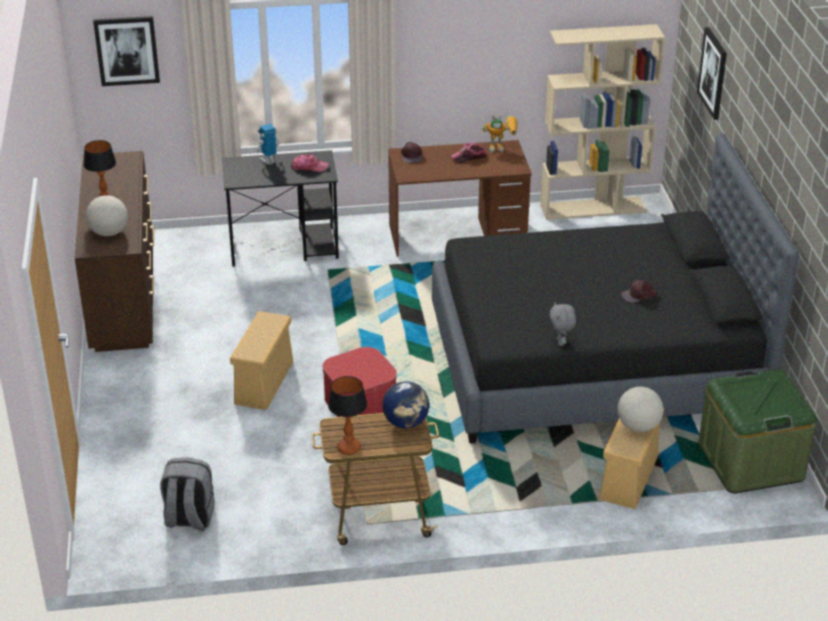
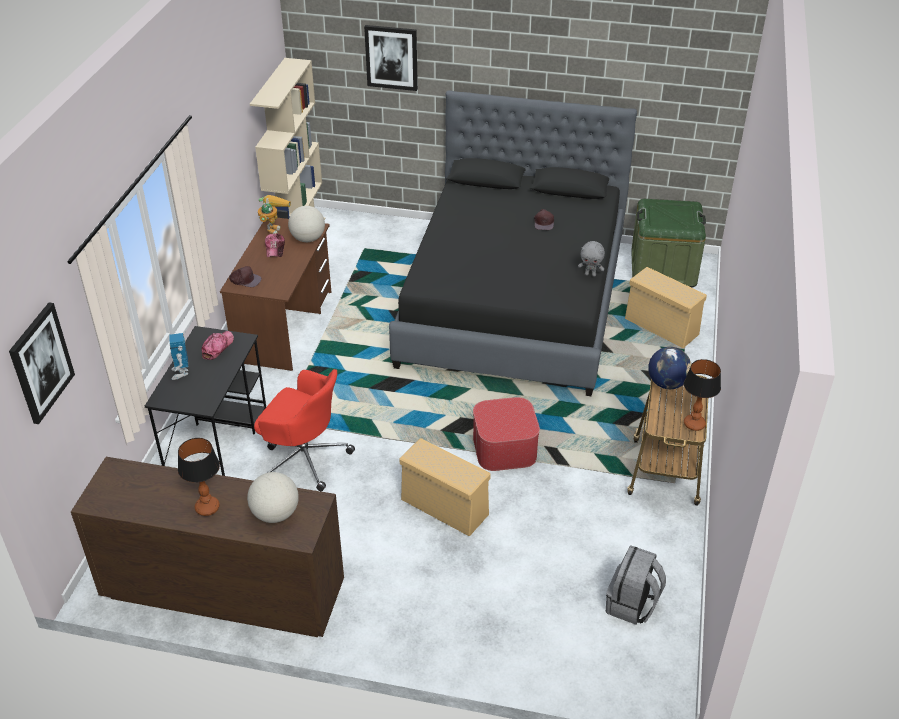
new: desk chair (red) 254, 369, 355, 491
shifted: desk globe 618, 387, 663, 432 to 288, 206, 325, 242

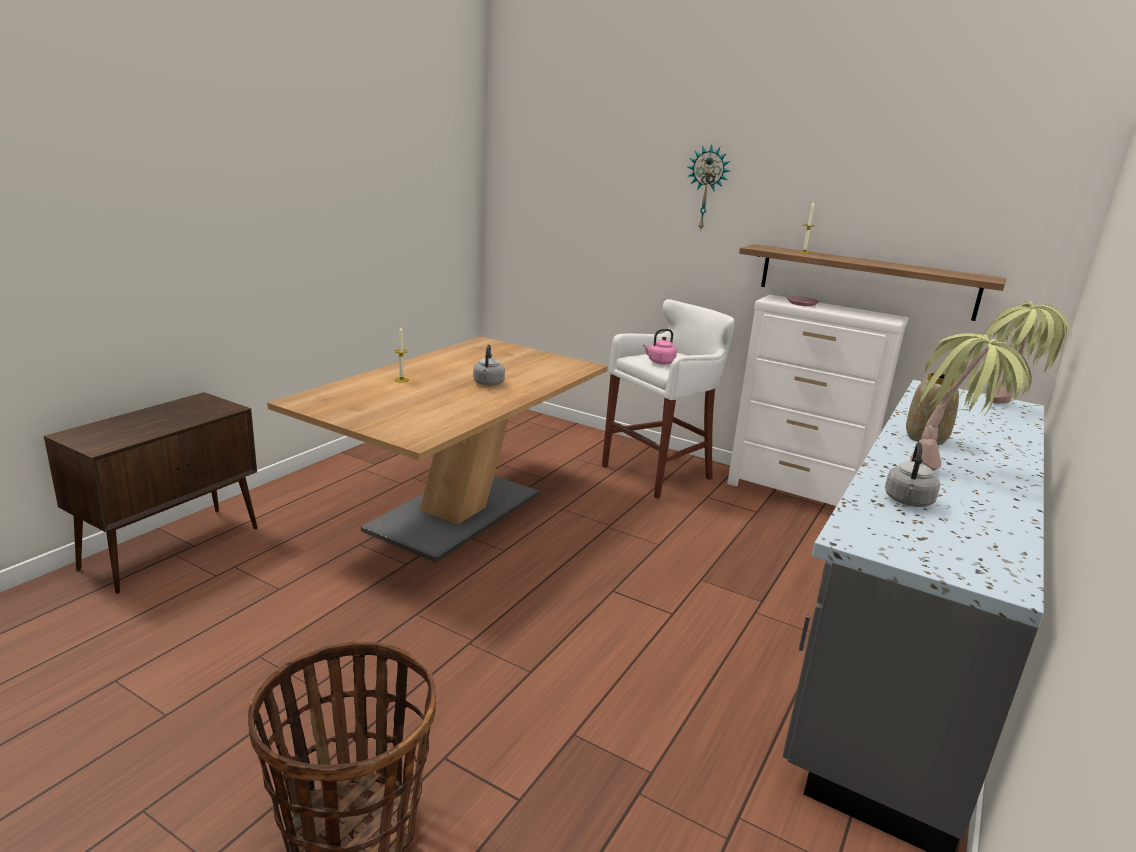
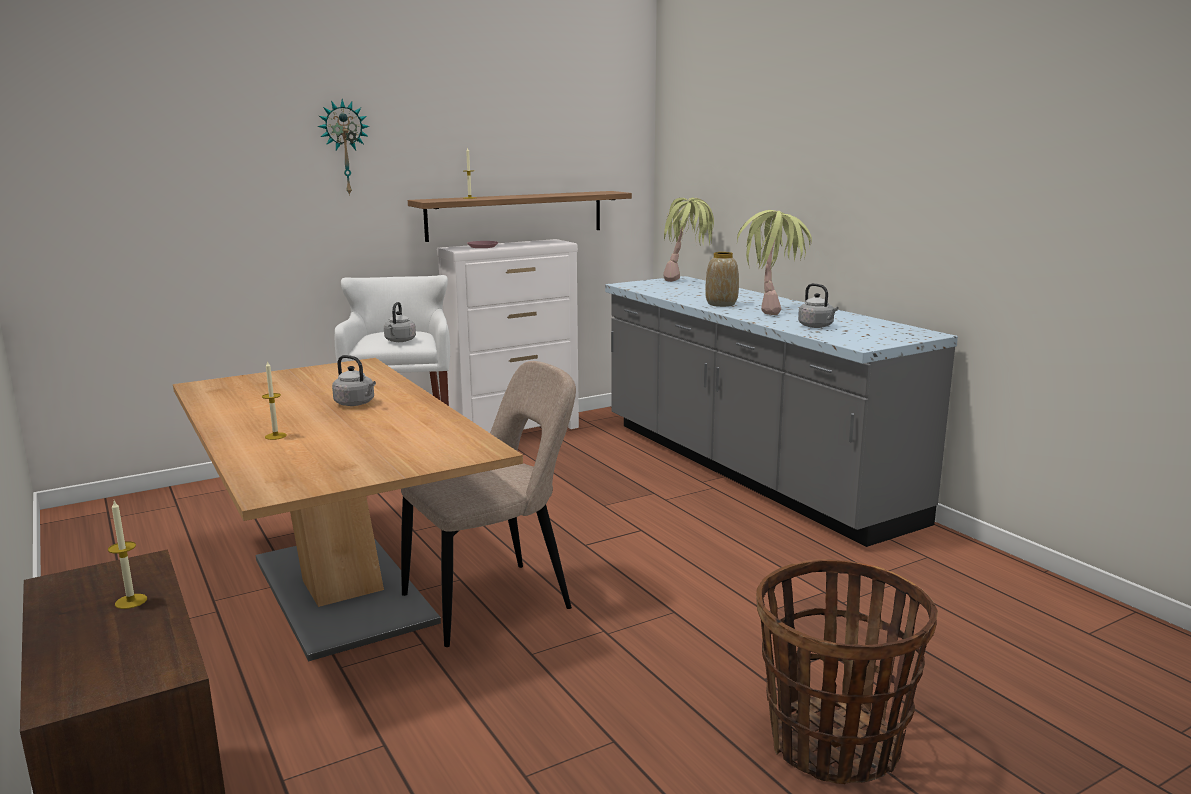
new: upright chair (beige-coloured) 401, 361, 576, 647; candle 108, 501, 147, 609
repainted: water kettle (pink) 643, 329, 677, 364 to water kettle (greyish) 384, 302, 416, 342

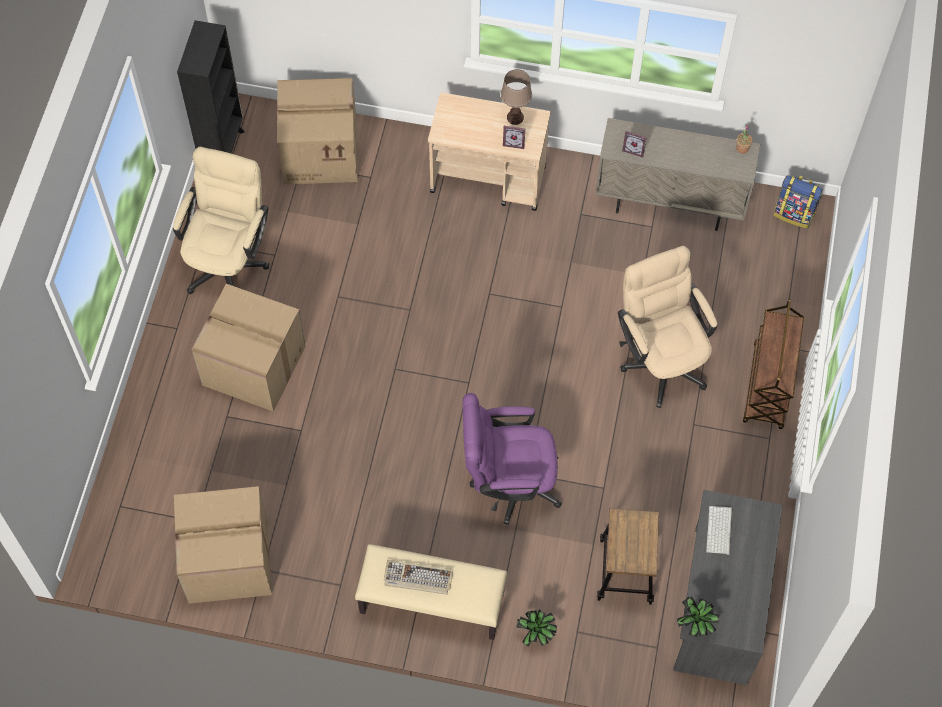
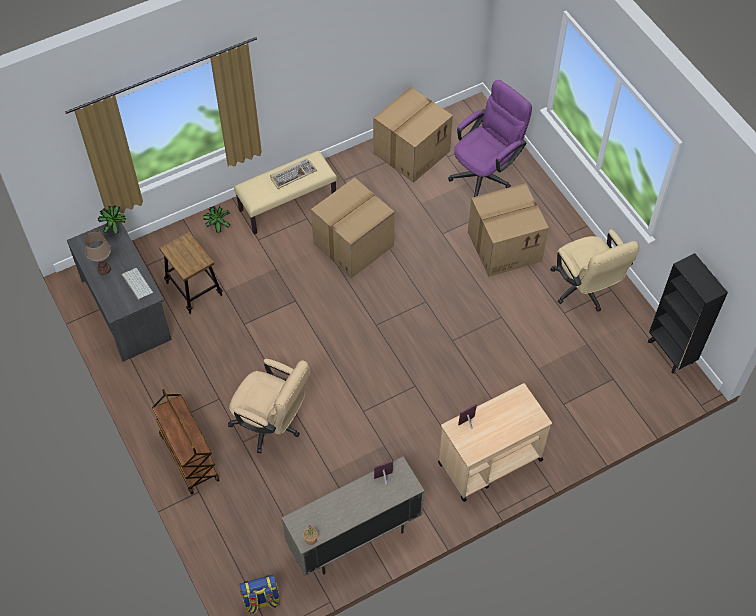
shifted: lamp for a table (brown) 501, 69, 532, 125 to 84, 231, 111, 275; carton 277, 78, 358, 184 to 311, 177, 395, 278; desk chair (purple-coloured) 463, 393, 562, 525 to 448, 80, 532, 197

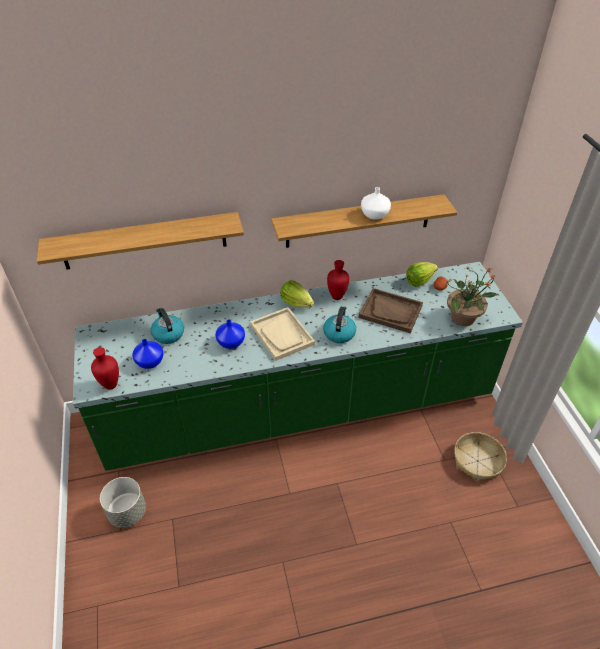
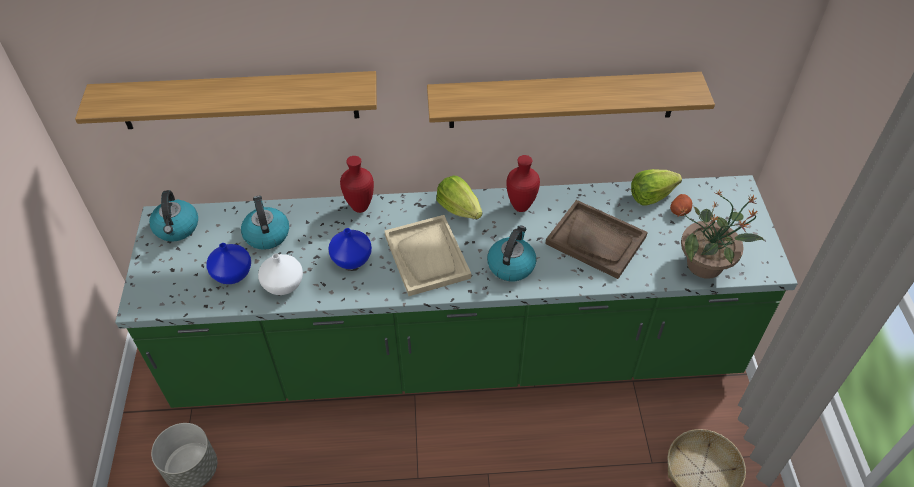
new: water kettle 149, 190, 198, 241
shifted: vase (white) 361, 187, 391, 220 to 258, 253, 303, 295; vase (red) 91, 347, 119, 390 to 340, 156, 374, 213

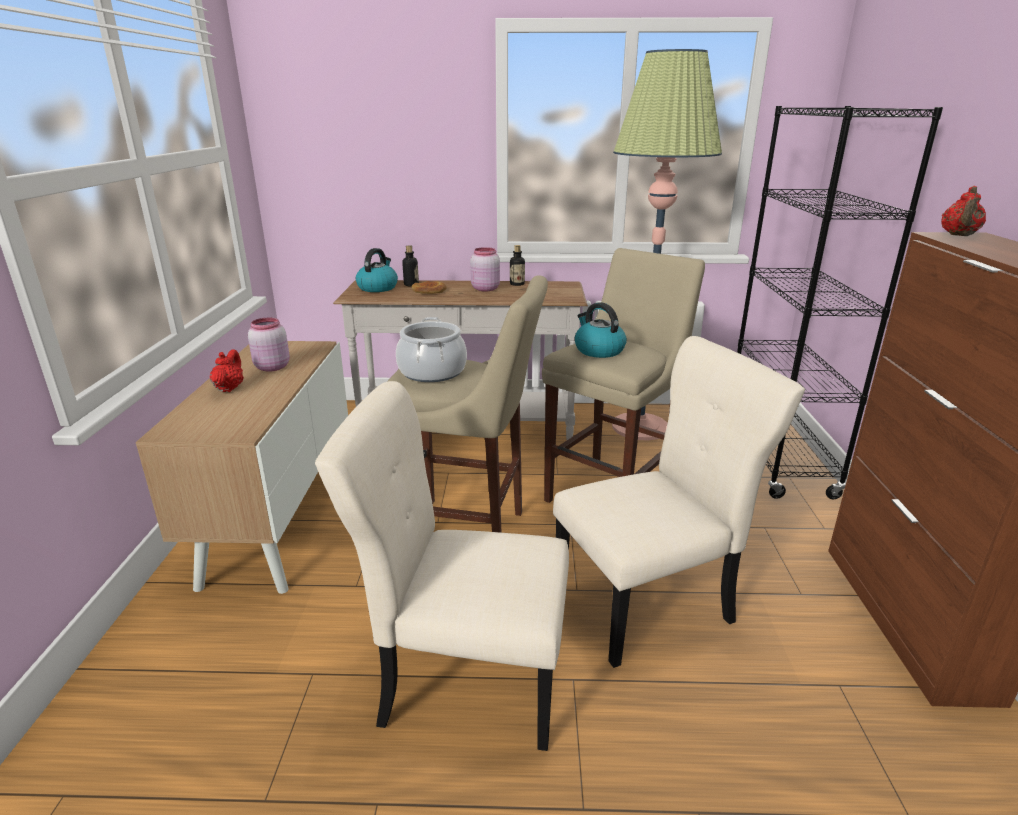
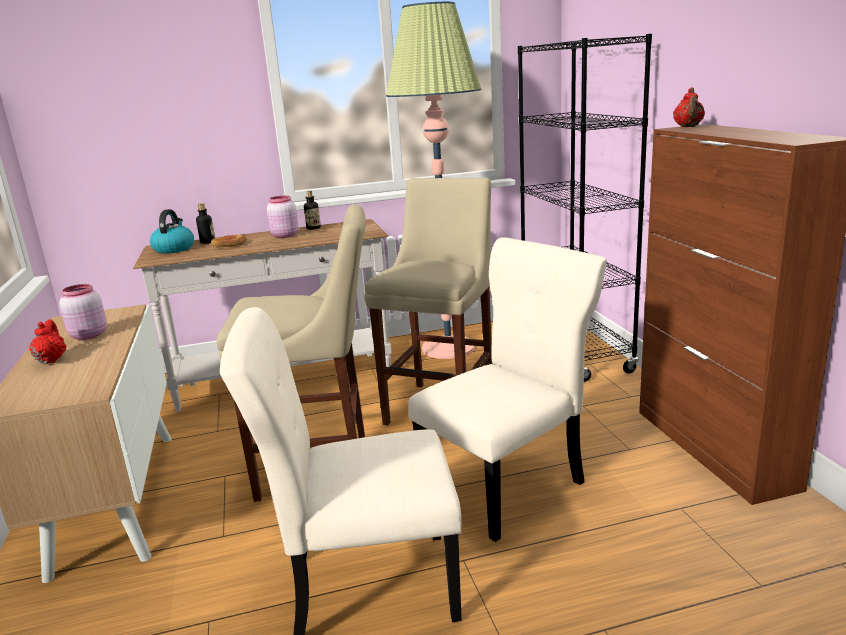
gone: water kettle 575, 302, 627, 358; stockpot 396, 317, 467, 382

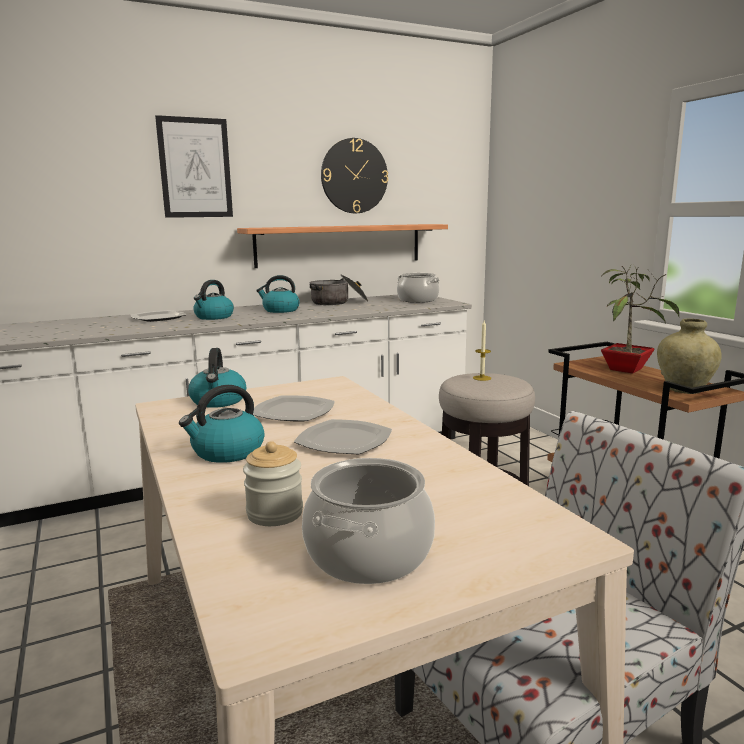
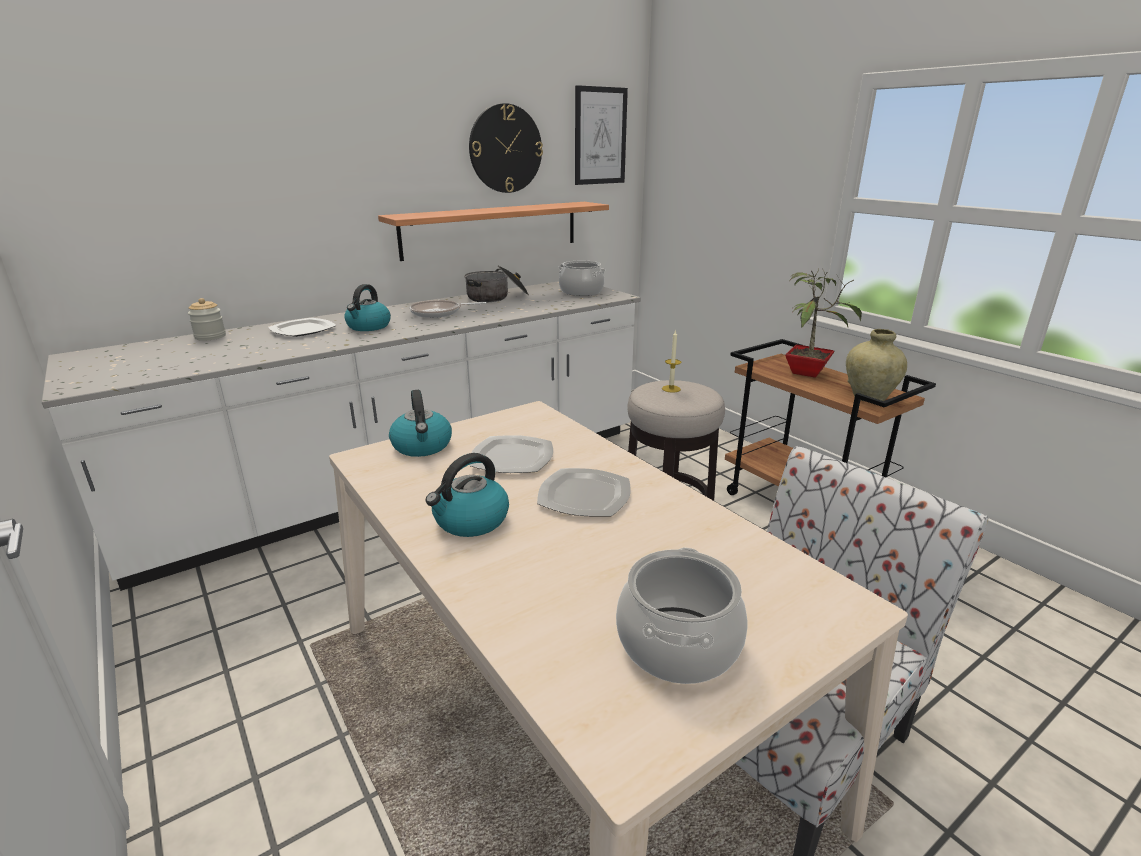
shifted: picture 155, 115, 233, 218 to 575, 85, 628, 185; jar 243, 441, 303, 526 to 188, 298, 226, 341
swapped: water kettle 256, 275, 300, 313 to pan 409, 300, 486, 318

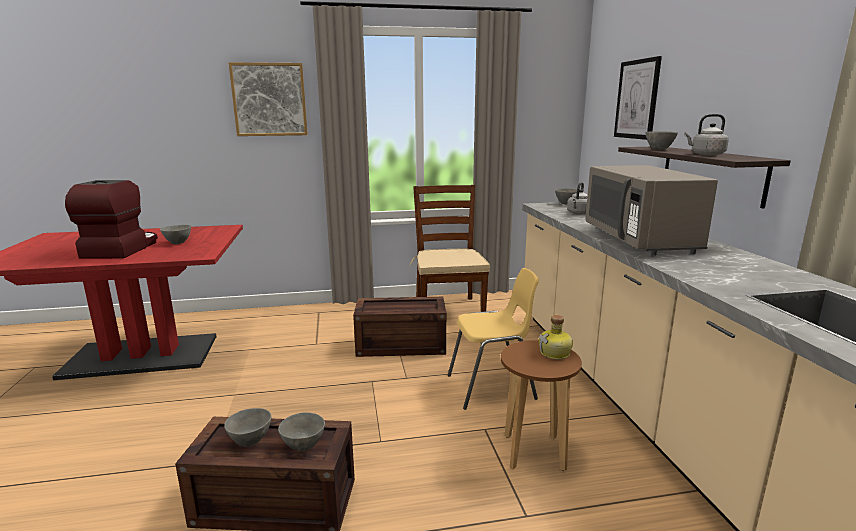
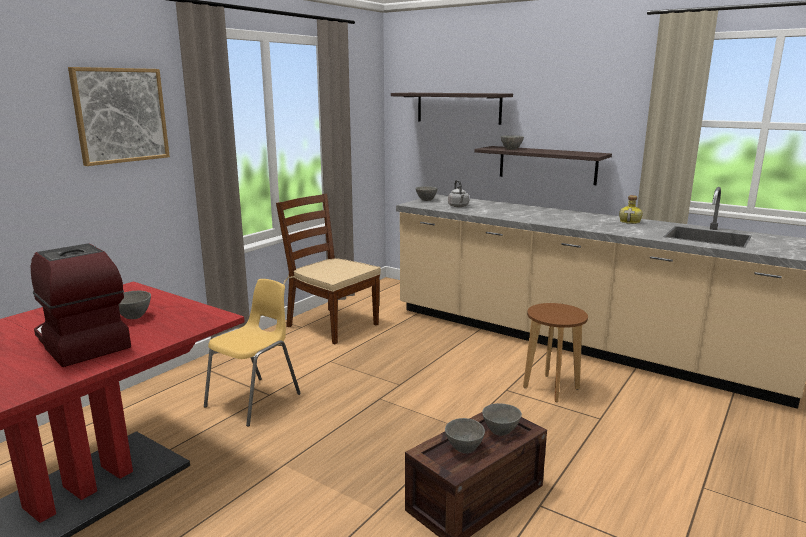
gone: water kettle (greyish) 684, 114, 729, 155; microwave oven (greyish) 585, 165, 718, 256; packing crate 353, 297, 446, 357
shifted: upright chair (yellow-coloured) 448, 268, 539, 410 to 204, 279, 301, 427; bottle 539, 315, 573, 359 to 619, 195, 643, 224
swapped: picture 614, 56, 662, 140 to bracket shelf 391, 93, 513, 125

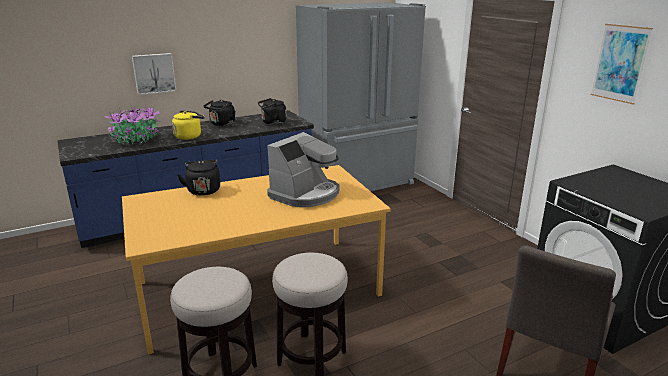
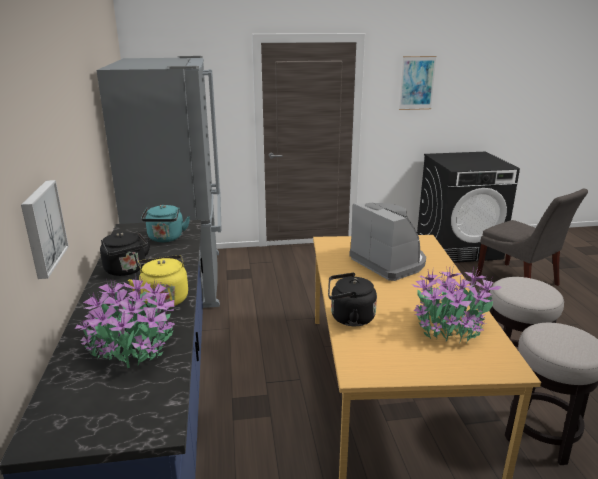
new: houseplant 412, 265, 501, 344
repainted: water kettle (black) 258, 98, 286, 125 to water kettle (turquoise) 141, 205, 190, 242

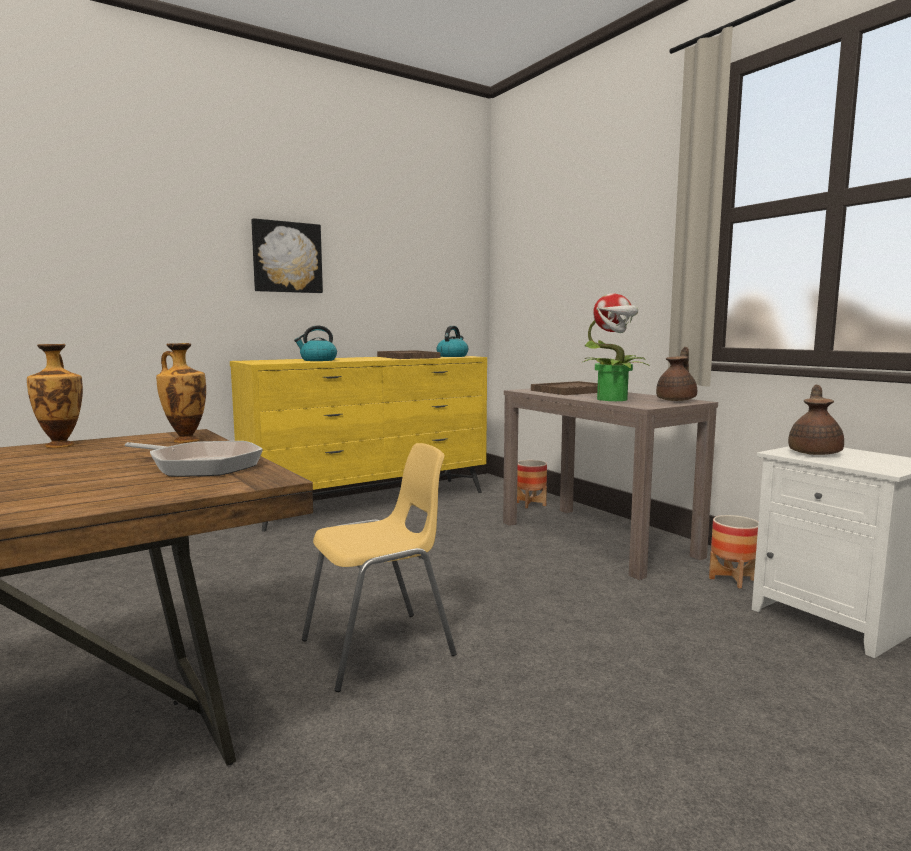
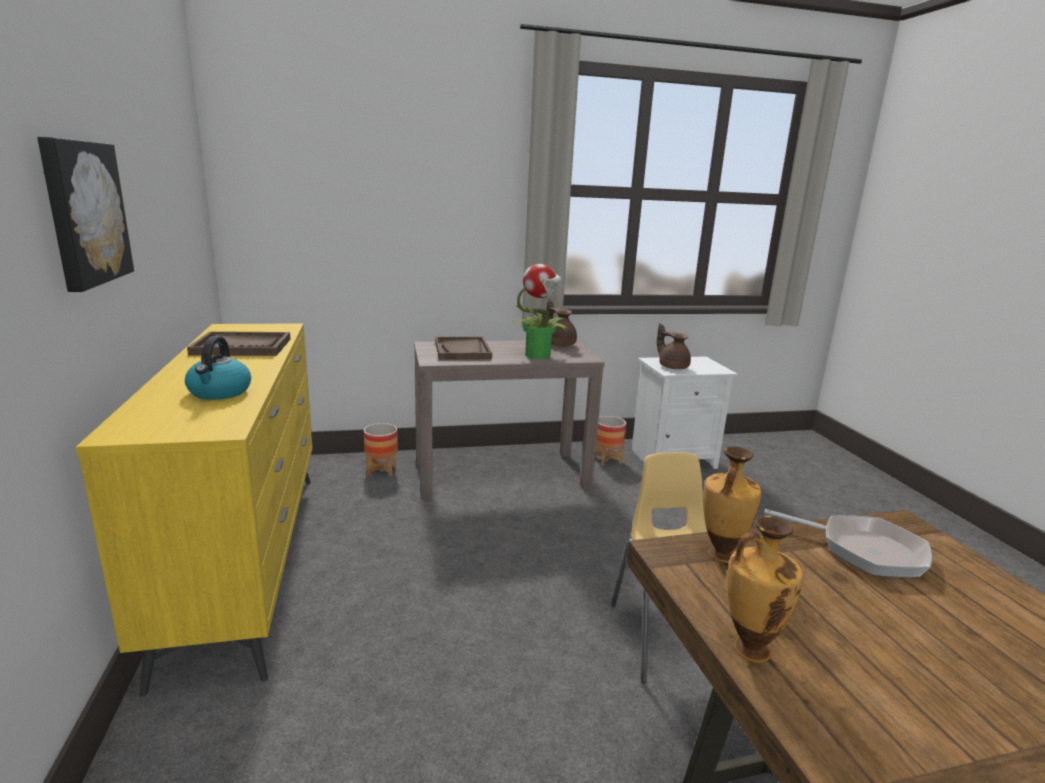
gone: water kettle 437, 326, 468, 357
rotated: pan 125, 441, 263, 477 = 764, 509, 932, 578 75 degrees clockwise

